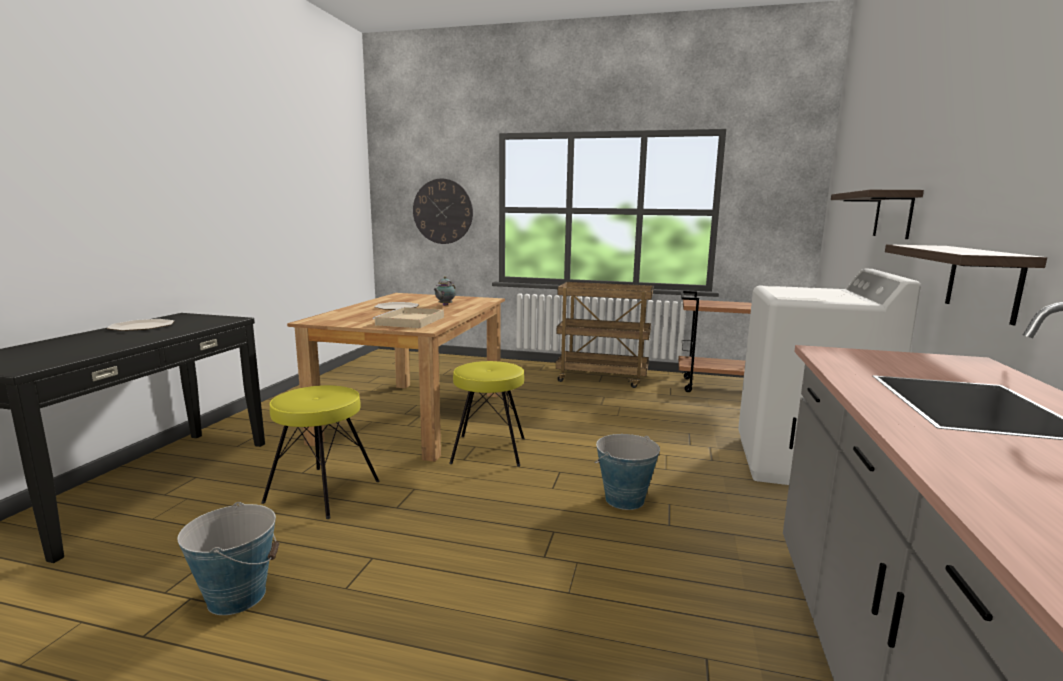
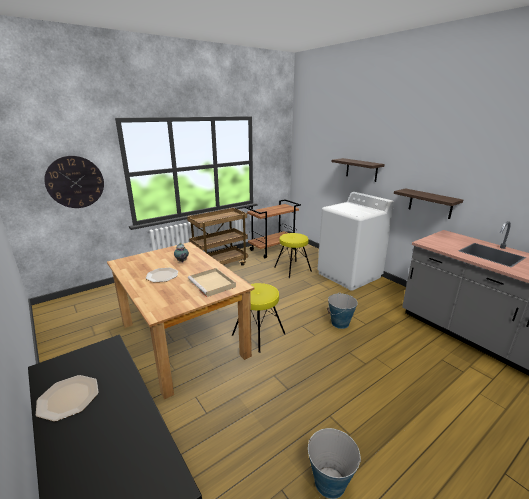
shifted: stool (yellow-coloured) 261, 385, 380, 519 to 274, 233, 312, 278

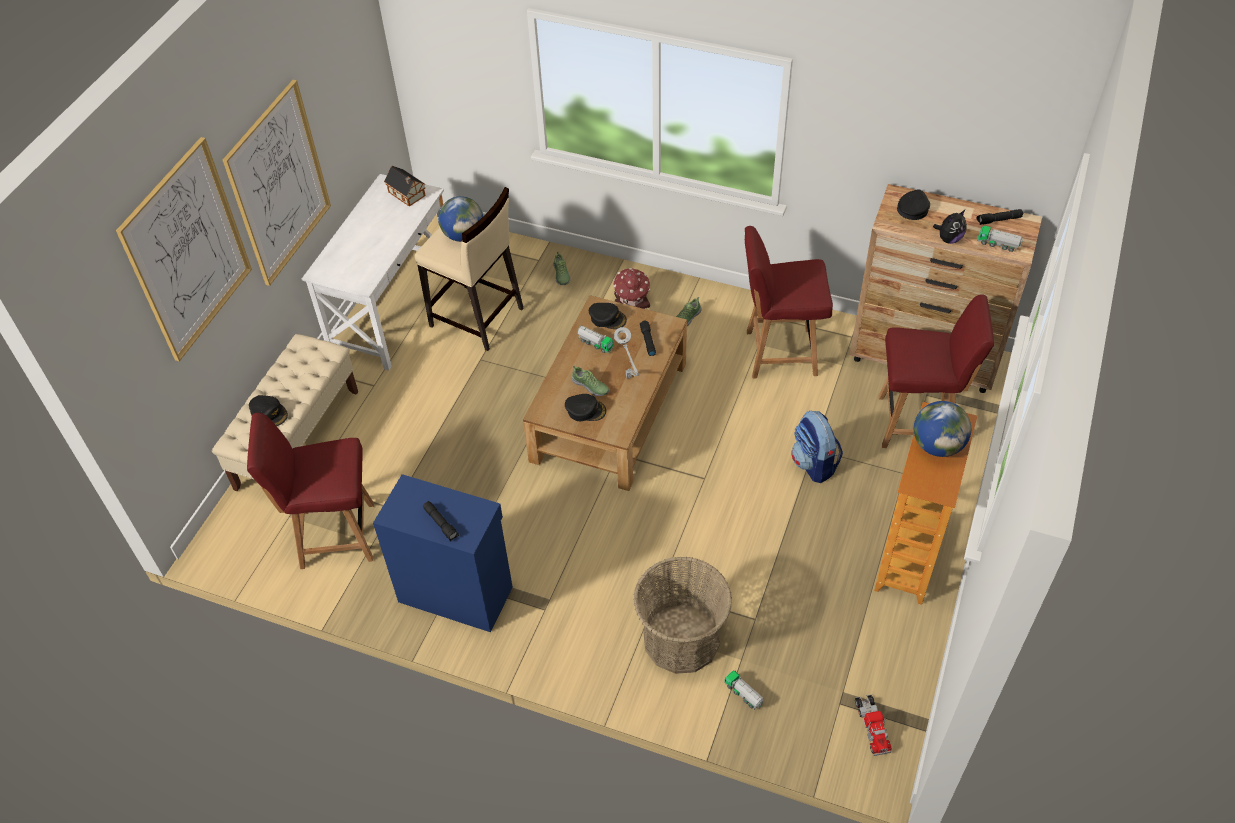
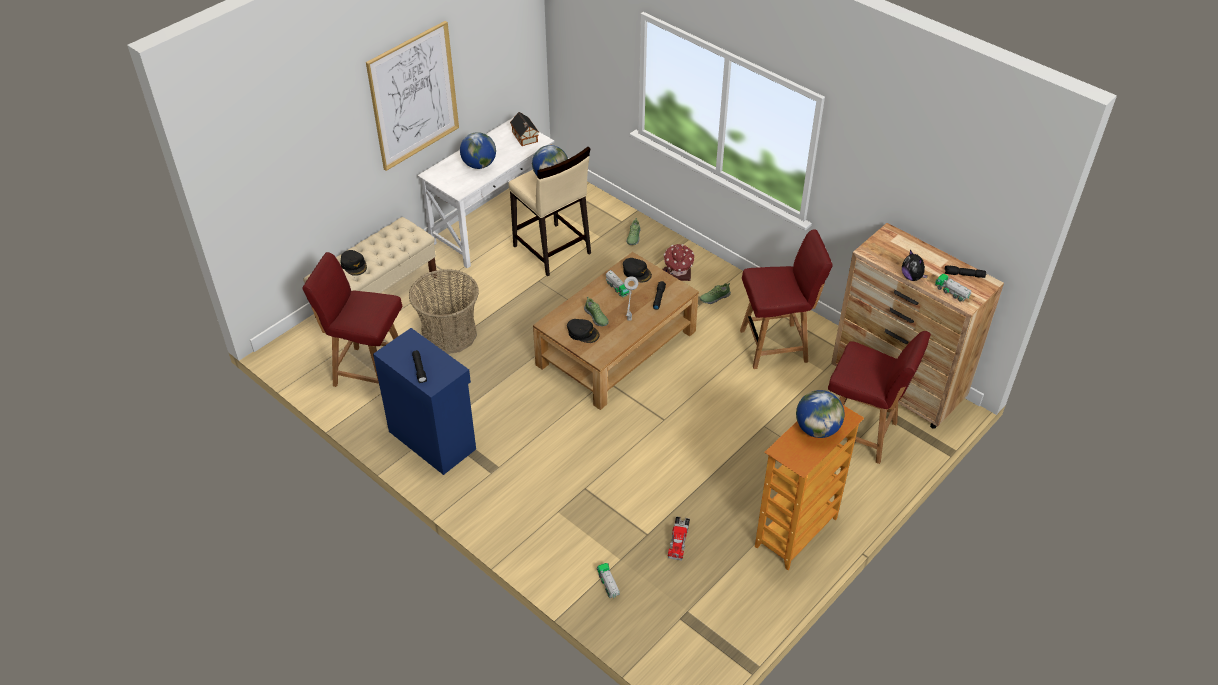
gone: picture 116, 137, 252, 362; baseball cap (black) 897, 189, 930, 220; backpack 791, 410, 843, 483
new: desk globe 460, 132, 496, 169
shifted: basket 633, 557, 732, 674 to 409, 269, 479, 354; model truck 855, 695, 892, 756 to 668, 516, 690, 561
rotated: cuddly toy 933, 210, 967, 244 = 902, 250, 928, 281 75 degrees clockwise; upright chair (red) 745, 226, 833, 379 = 740, 229, 833, 369 150 degrees clockwise

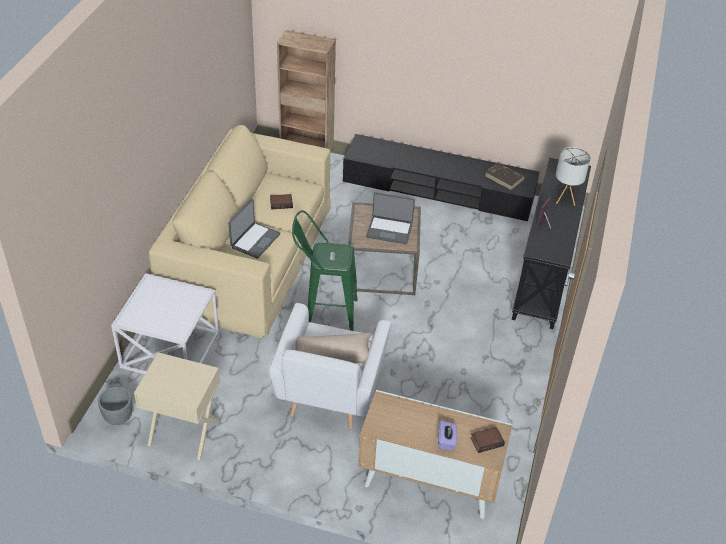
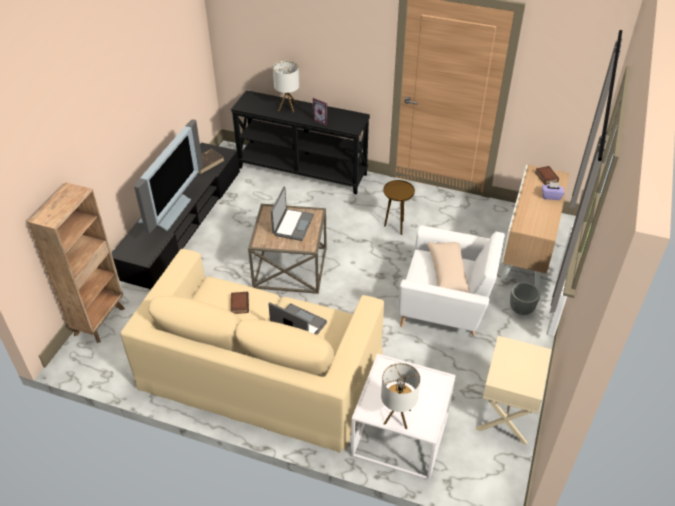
gone: stool (greenish) 292, 210, 358, 331
new: TV set 134, 119, 203, 233; end table (brown) 383, 180, 415, 235; lamp for a table 381, 363, 420, 429
shifted: planter (greyish) 98, 387, 132, 425 to 510, 282, 540, 315

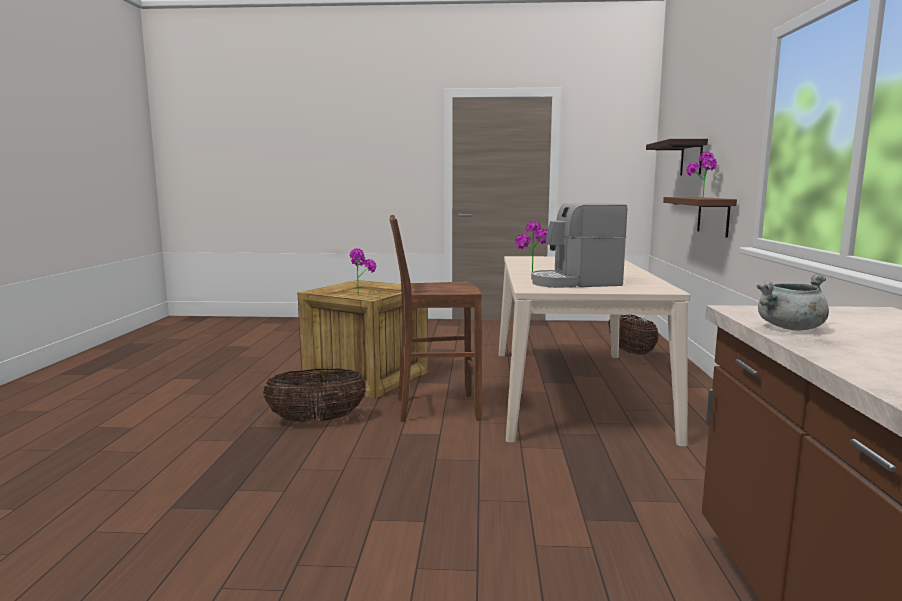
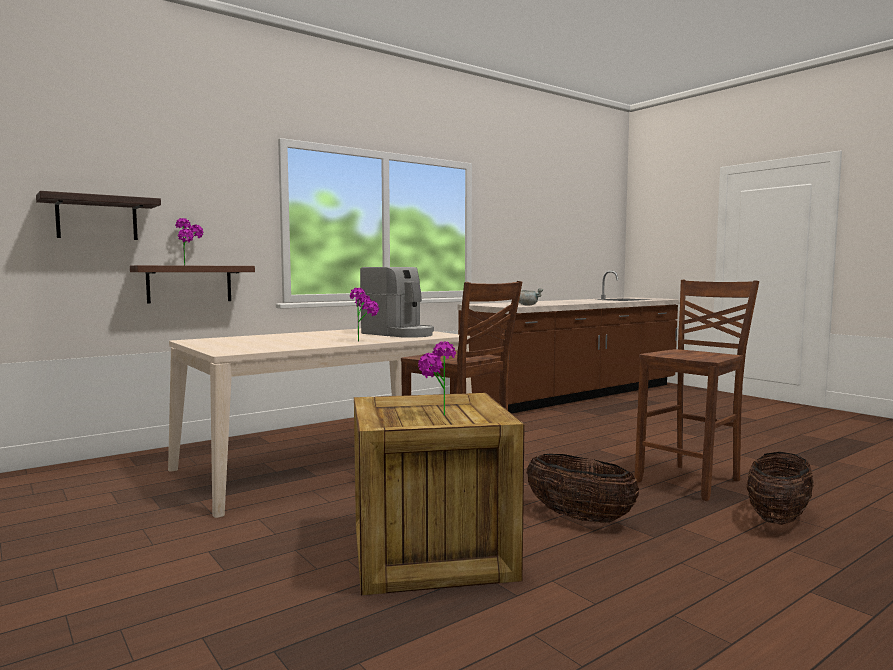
new: stool (brown) 635, 280, 759, 501
shifted: basket 608, 315, 659, 355 to 747, 452, 814, 525

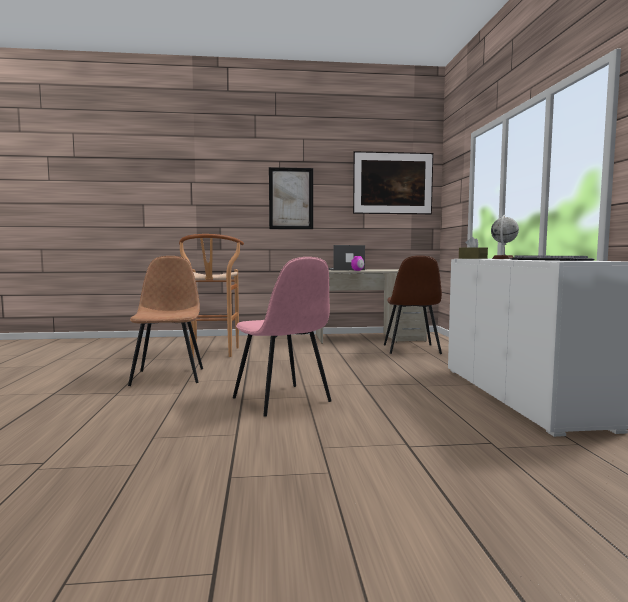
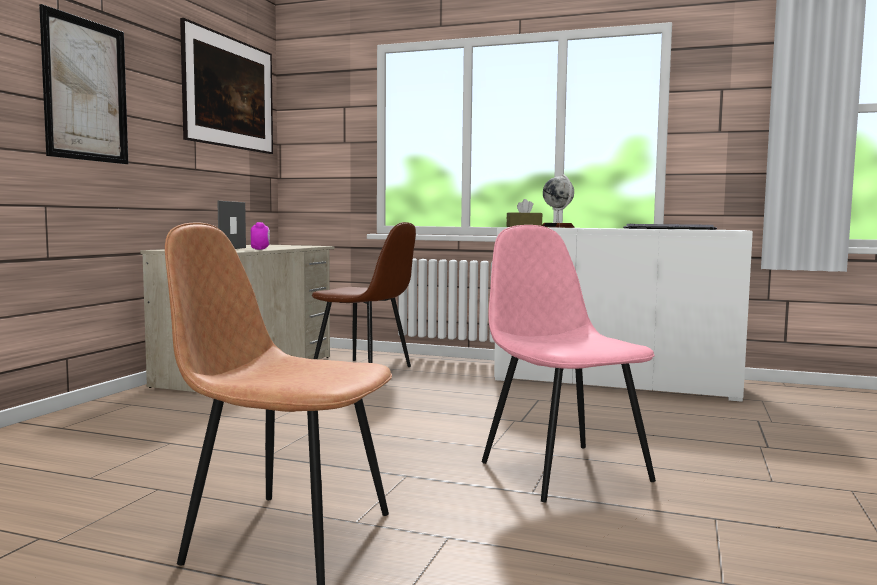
gone: stool (brown) 179, 234, 244, 358
rotated: upright chair (pink) 233, 257, 331, 417 = 482, 225, 656, 502 105 degrees counterclockwise

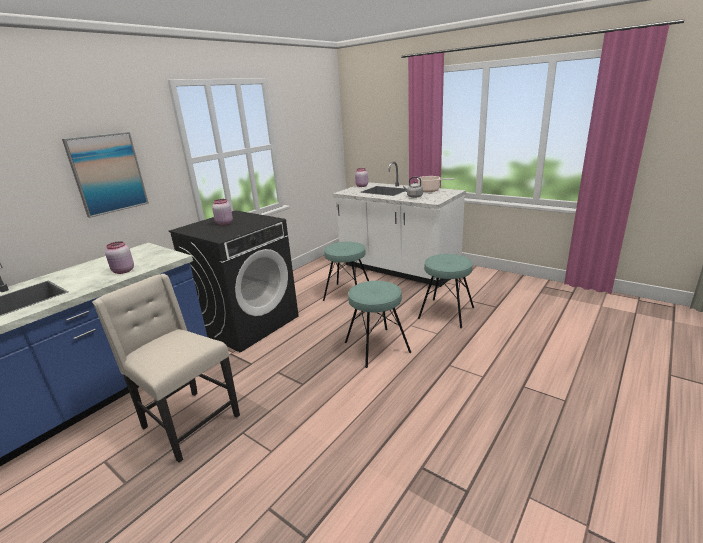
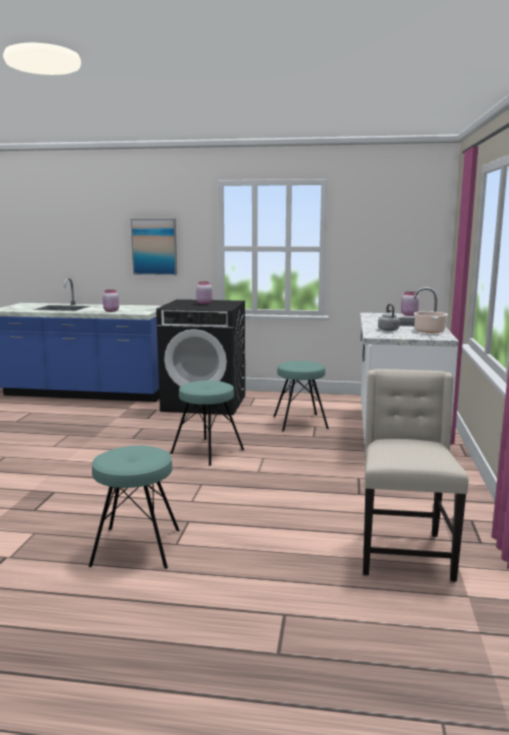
shifted: stool (turquoise) 418, 254, 474, 328 to 89, 446, 179, 569; upright chair (beige-coloured) 92, 274, 240, 463 to 363, 369, 468, 582

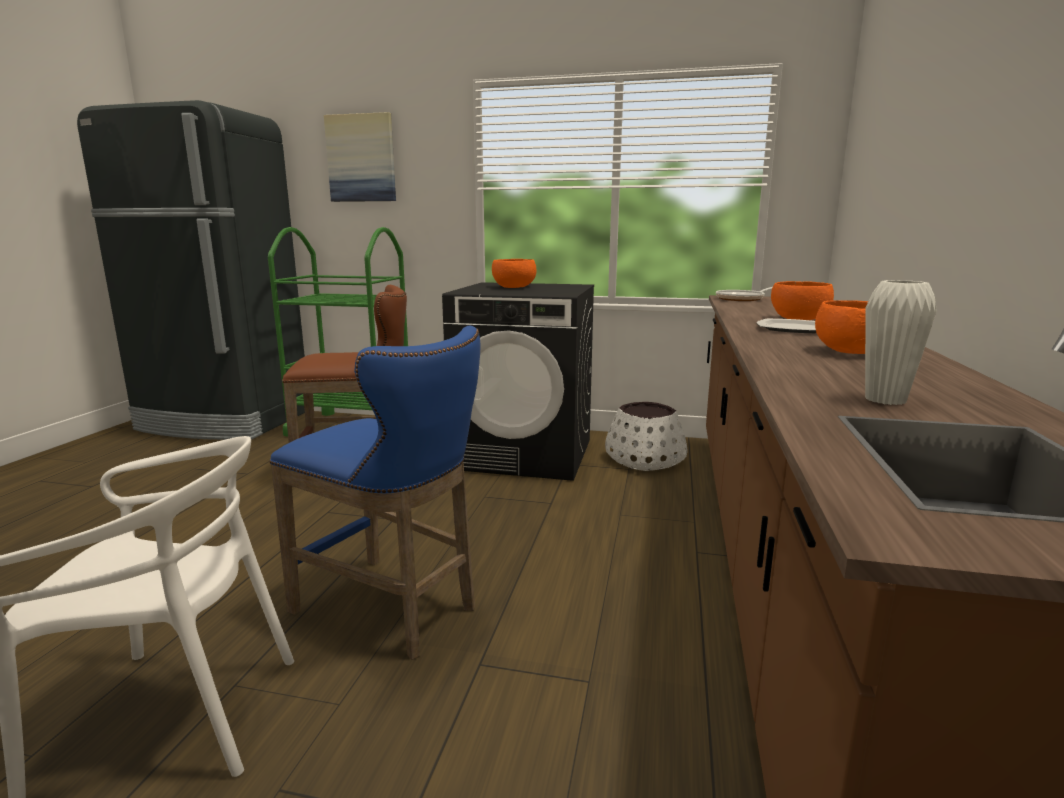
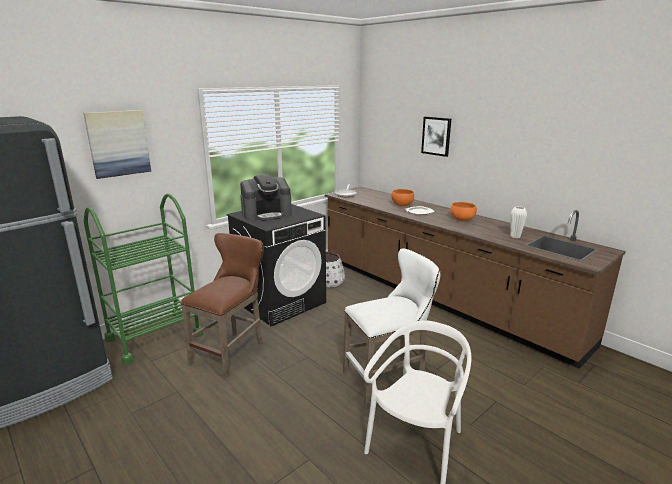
new: picture 421, 117, 451, 157
swapped: bowl (orangey) 492, 259, 536, 288 to coffee machine 240, 174, 292, 221
repainted: stool (bluish) 270, 326, 480, 660 to stool (white) 343, 248, 440, 404

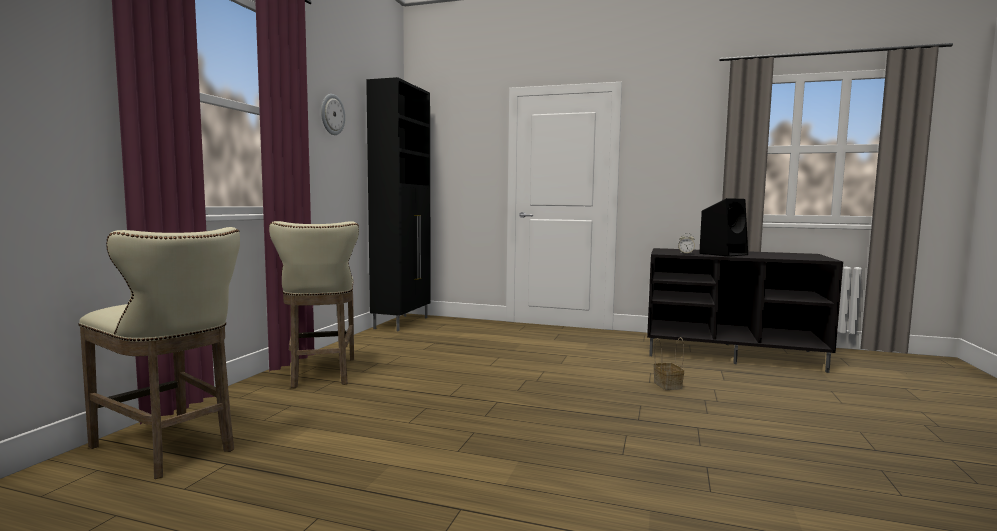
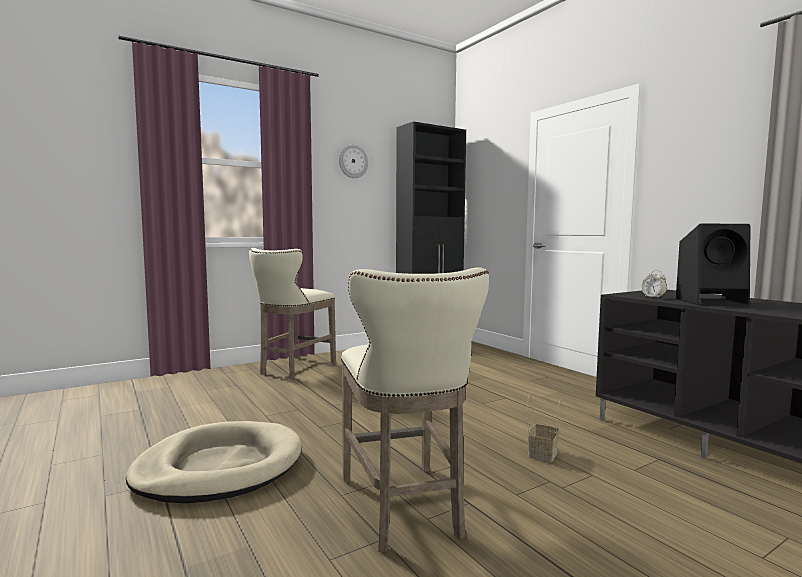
new: dog bed (beige-coloured) 126, 421, 302, 503
shifted: stool (beige-coloured) 78, 227, 240, 479 to 341, 267, 489, 553

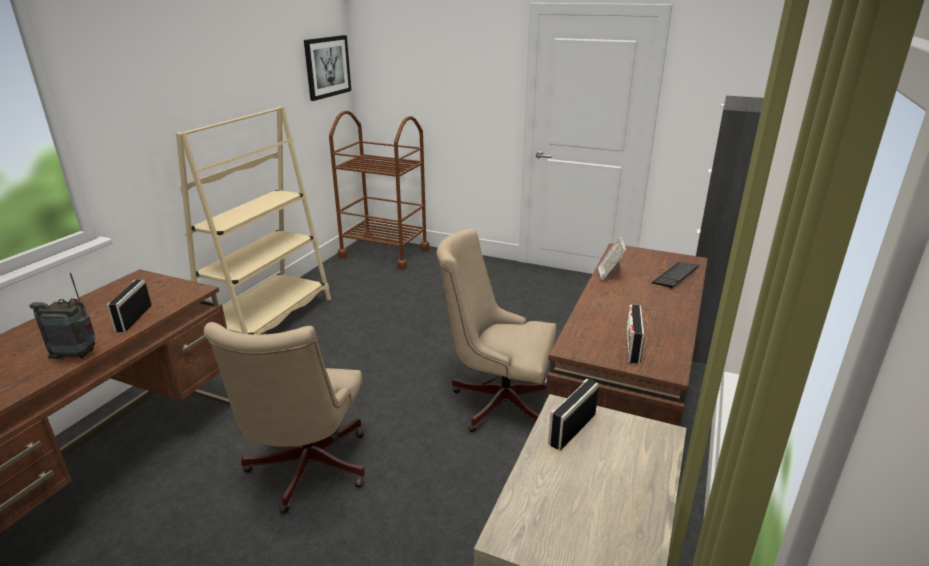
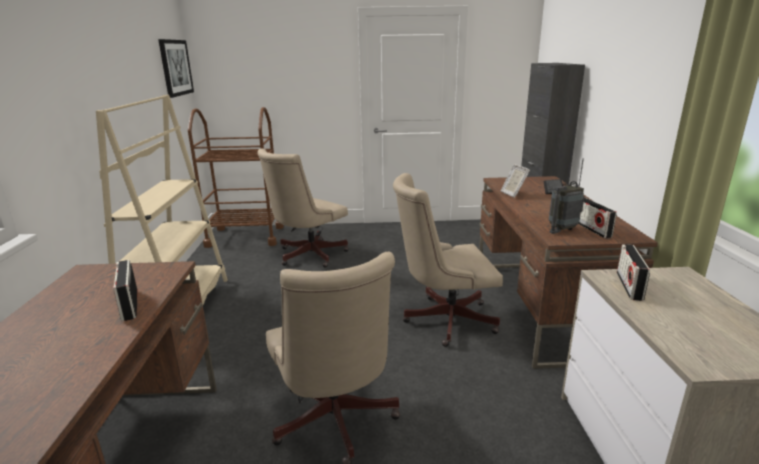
new: desk chair (beige-coloured) 257, 148, 349, 268
shifted: radio set 29, 273, 95, 359 to 549, 159, 584, 234

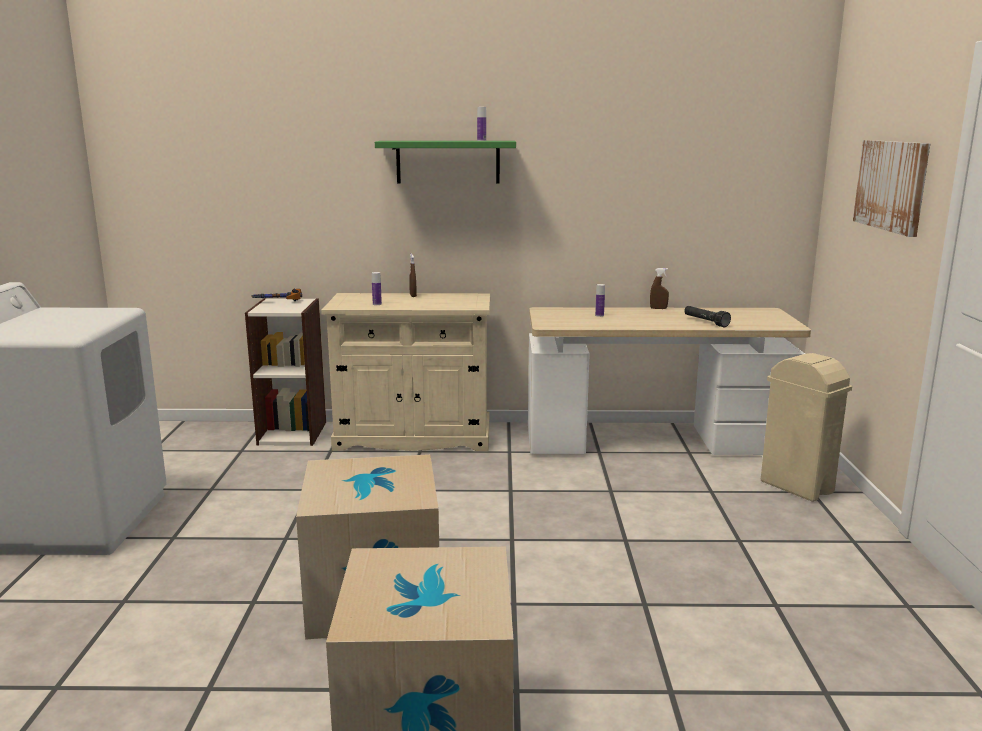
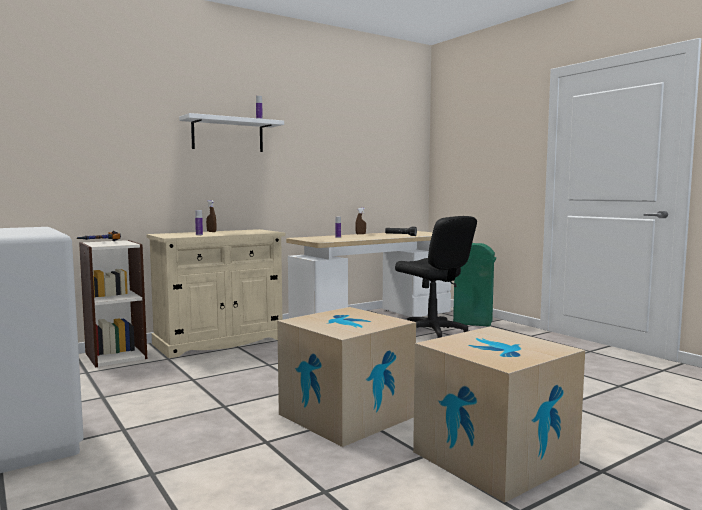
gone: picture 853, 140, 930, 237
new: desk chair (black) 395, 216, 477, 338
repainted: bracket shelf (greenish) 375, 141, 516, 184 to bracket shelf (white) 179, 113, 284, 152; trash can (beige-coloured) 761, 353, 852, 502 to trash can (greenish) 453, 243, 496, 327

